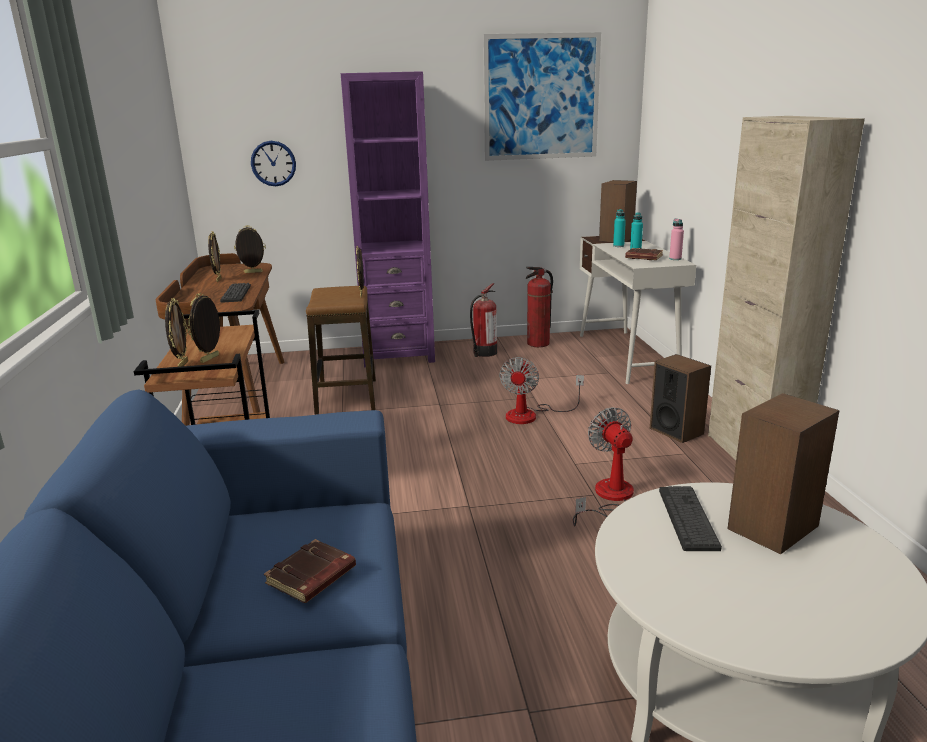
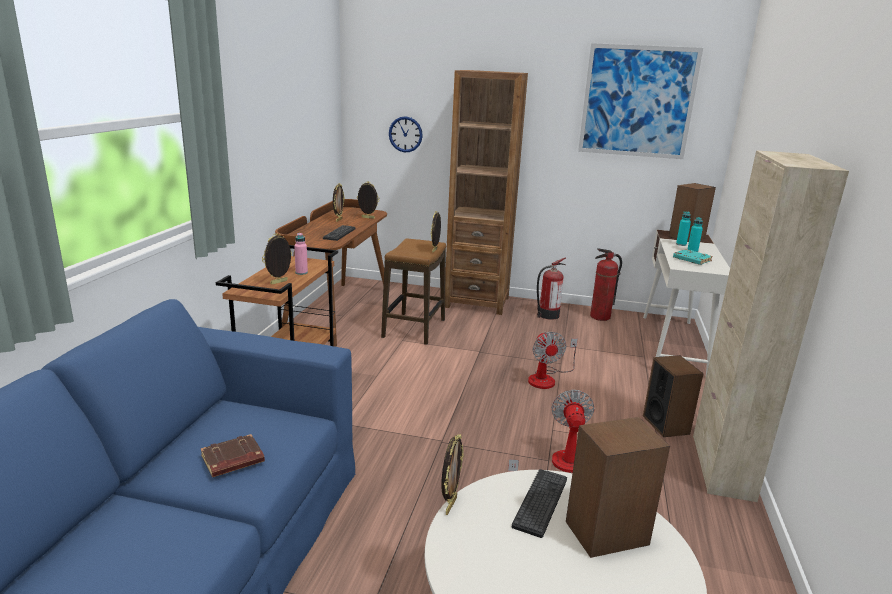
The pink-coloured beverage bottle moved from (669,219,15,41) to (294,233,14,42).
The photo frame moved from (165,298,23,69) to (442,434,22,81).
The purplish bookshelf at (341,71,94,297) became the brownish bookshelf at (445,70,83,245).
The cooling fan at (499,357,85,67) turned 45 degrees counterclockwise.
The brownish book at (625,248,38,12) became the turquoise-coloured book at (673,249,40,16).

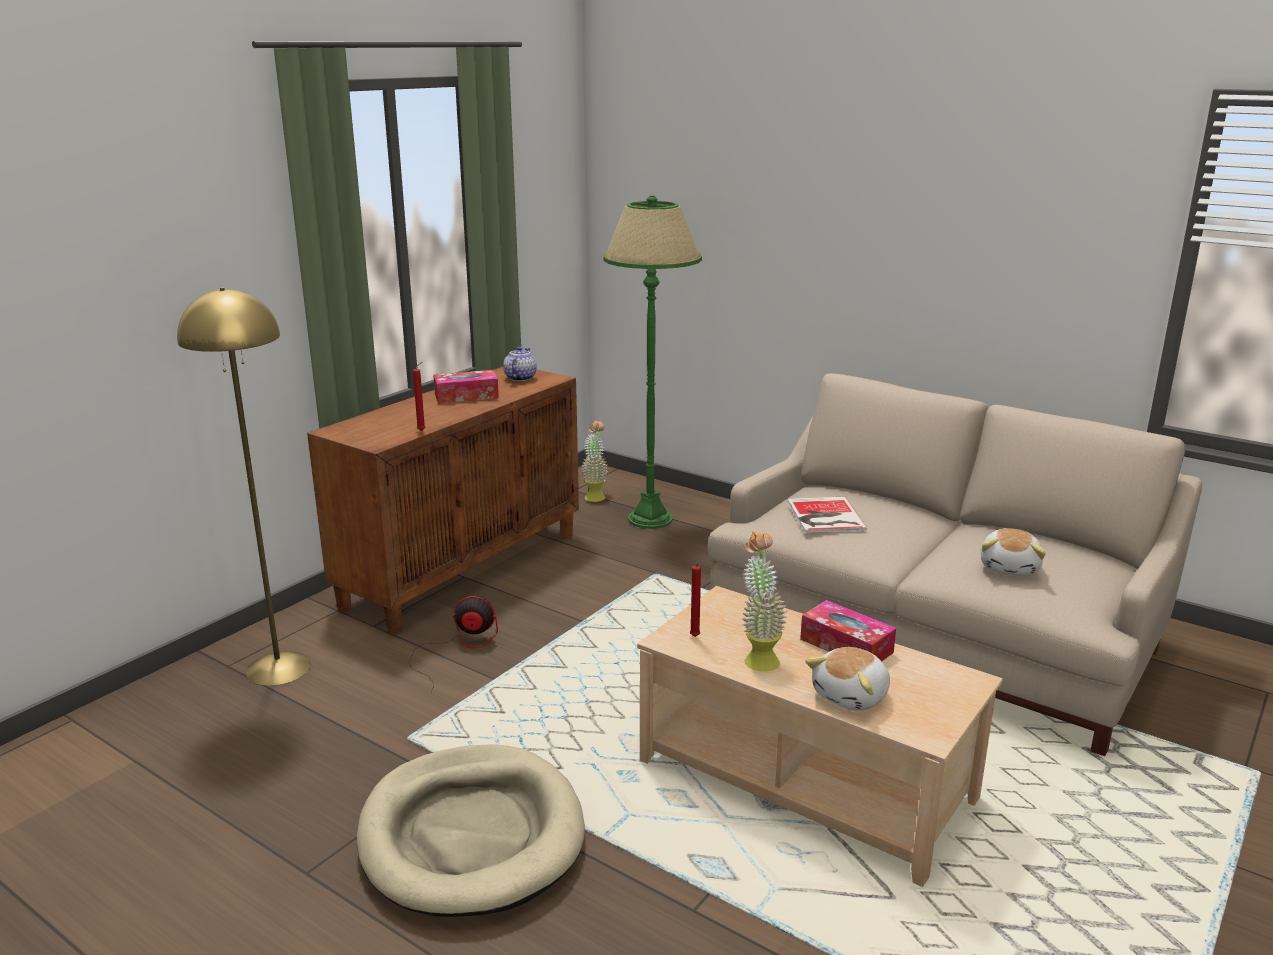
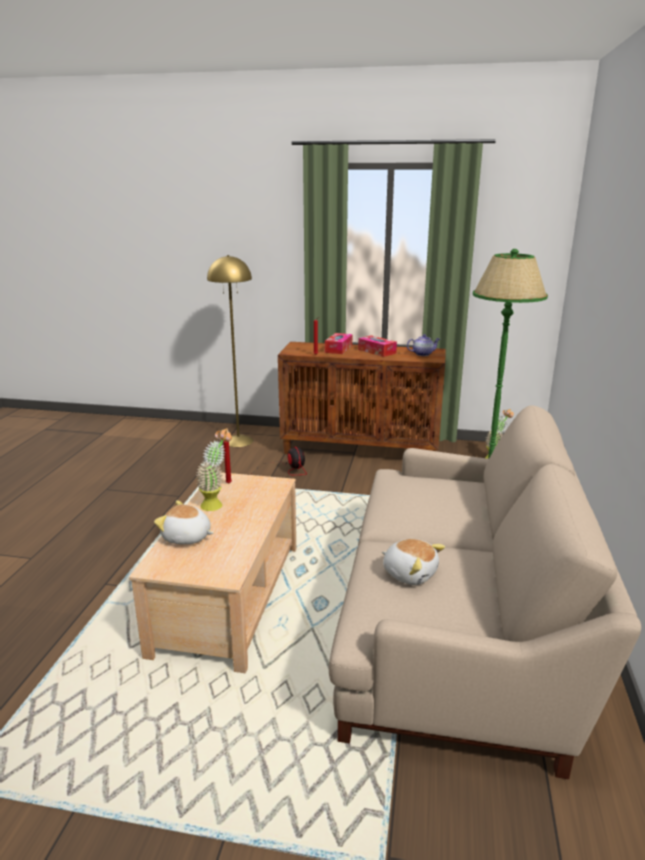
The tissue holder moved from (800,600,96,61) to (325,333,27,21).
The cuddly toy at (981,528,65,48) turned 135 degrees counterclockwise.
The sand-coloured dog bed at (357,744,228,173) disappeared.
The book at (788,497,79,36) disappeared.

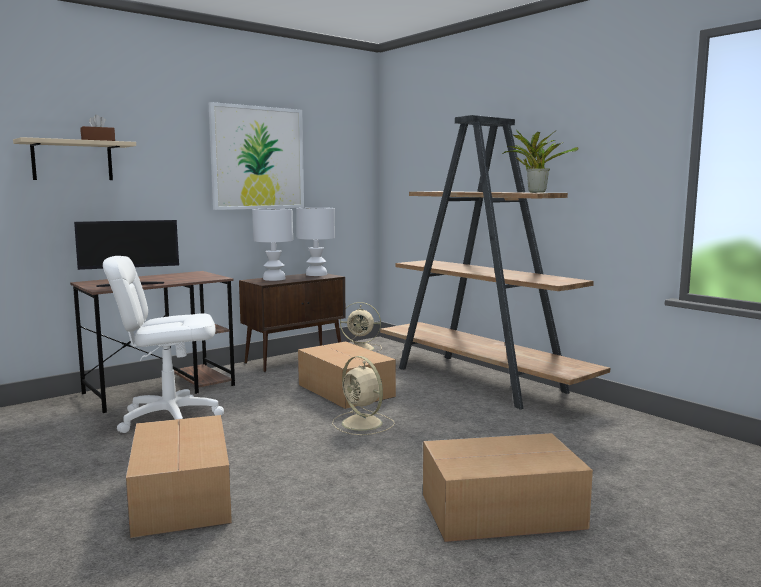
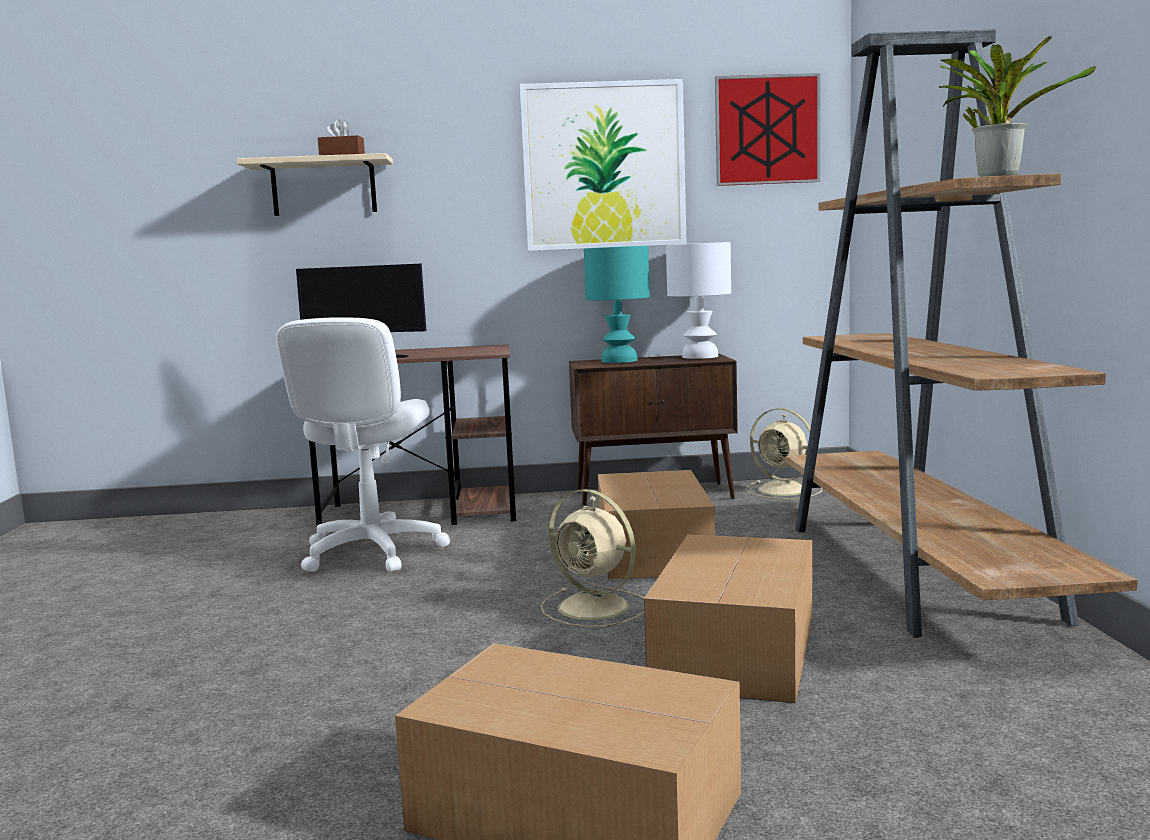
The white computer chair at (103,256,121,177) turned 105 degrees counterclockwise.
The sand-coloured cooling fan at (332,356,63,79) turned 45 degrees counterclockwise.
The white table lamp at (252,209,41,72) became the turquoise-coloured table lamp at (584,246,66,117).
The carton moved from (126,415,106,123) to (644,534,168,169).
The wall art at (715,73,105,113) appeared.

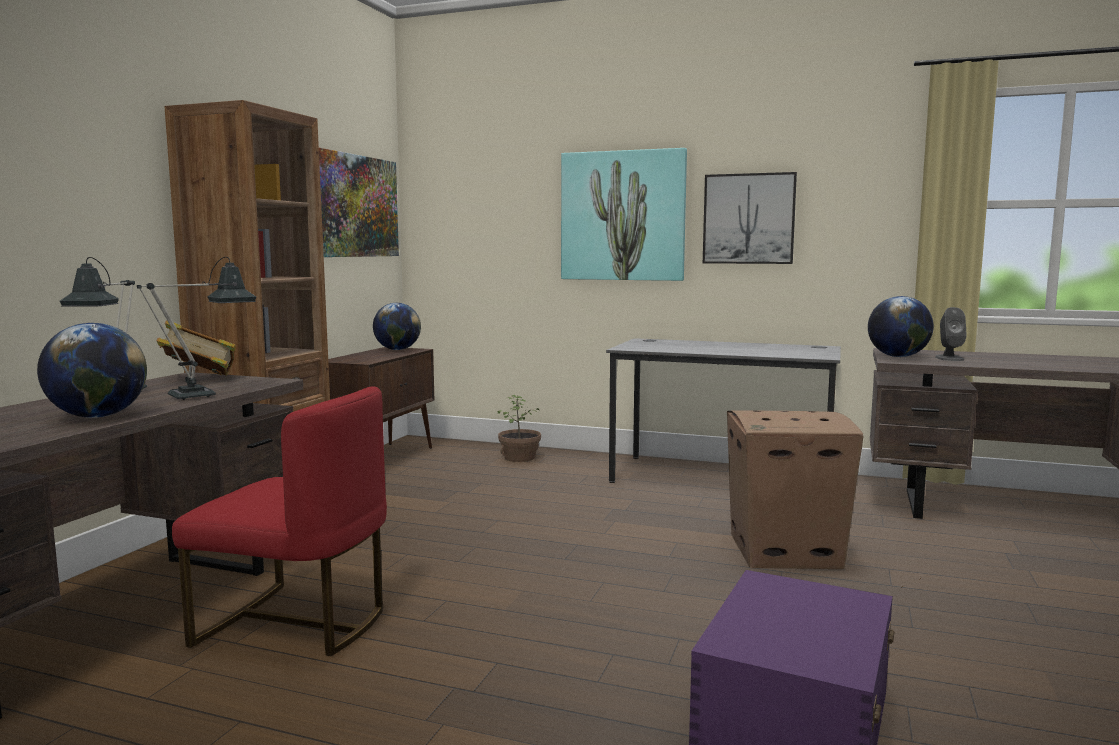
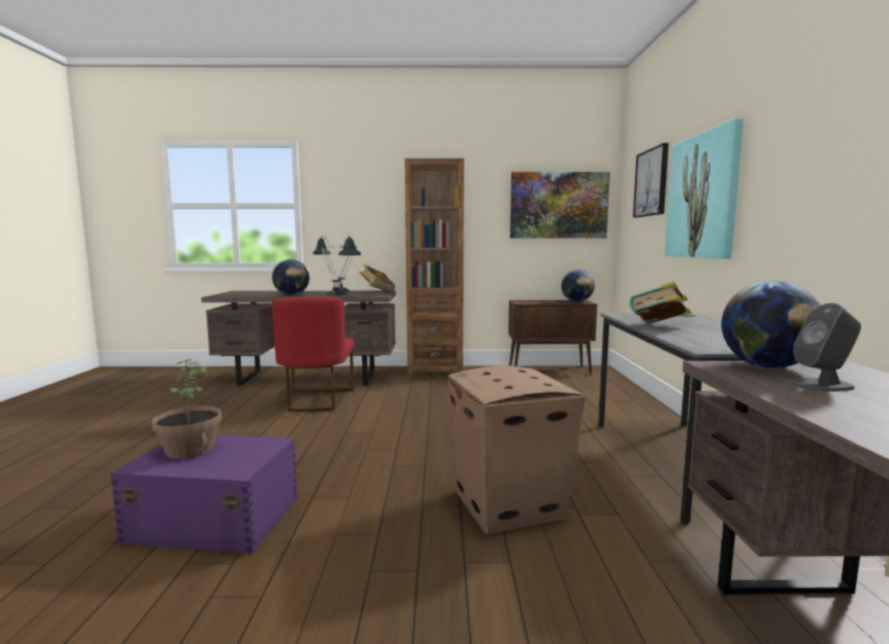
The potted plant moved from (498,395,43,67) to (152,359,70,100).
The book at (630,281,62,43) appeared.
The wall art moved from (703,172,94,92) to (633,143,36,75).

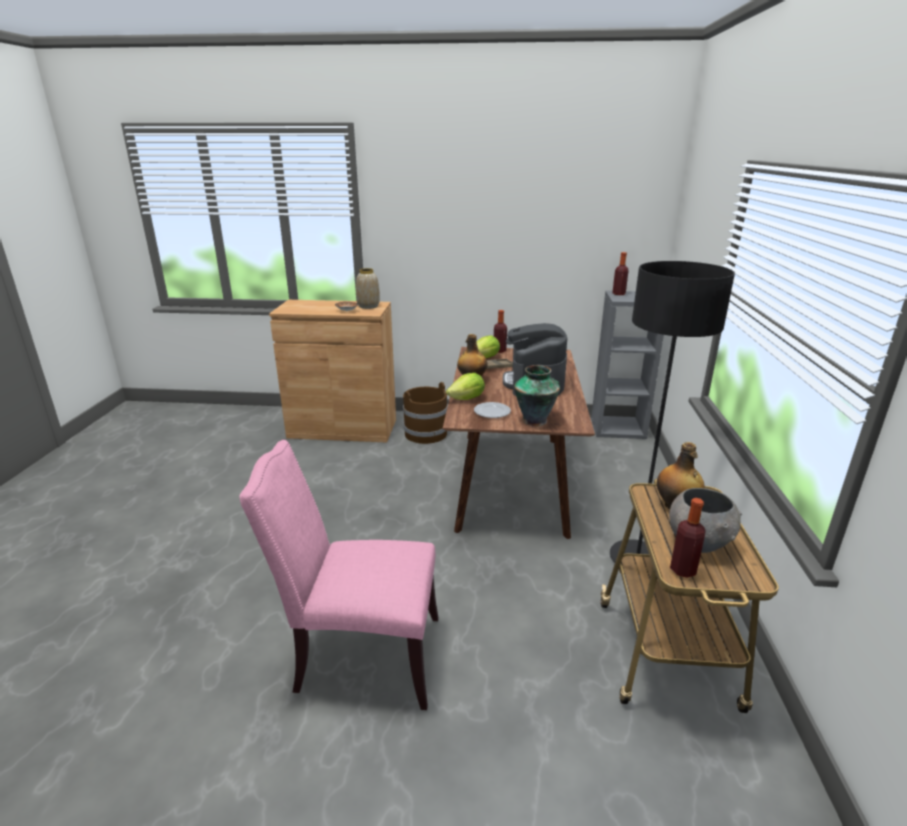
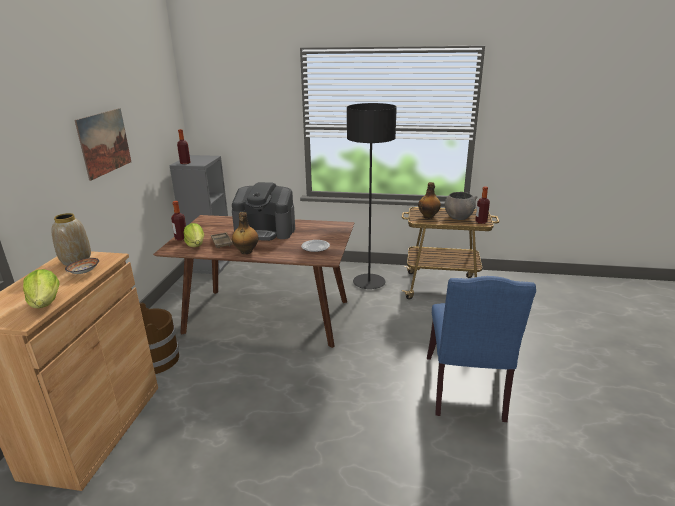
The lettuce head moved from (446,373,39,27) to (23,269,37,39).
The wall art at (74,108,57,73) appeared.
The pink-coloured upright chair at (239,440,200,270) became the bluish upright chair at (427,276,109,146).
The flower vase at (514,365,46,61) disappeared.

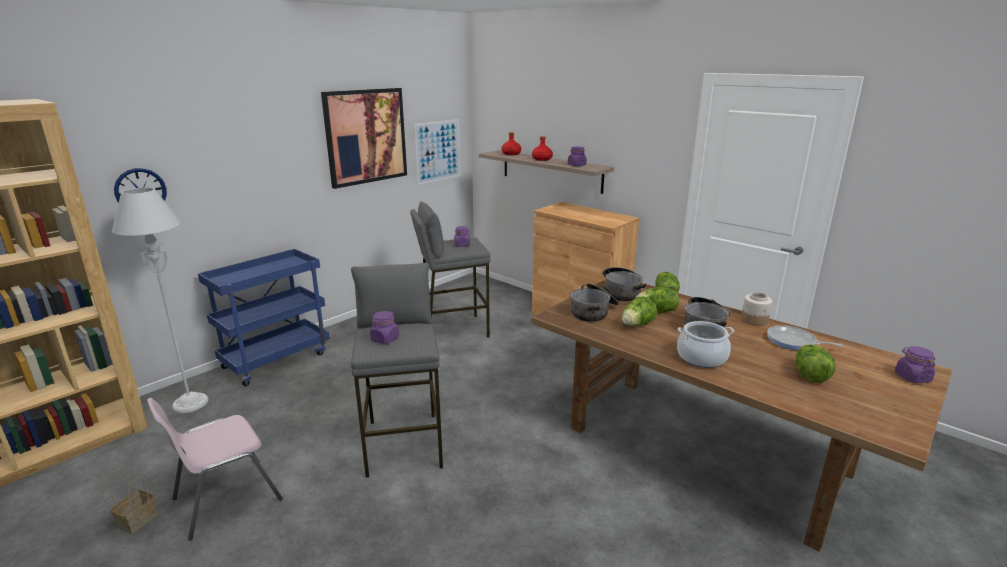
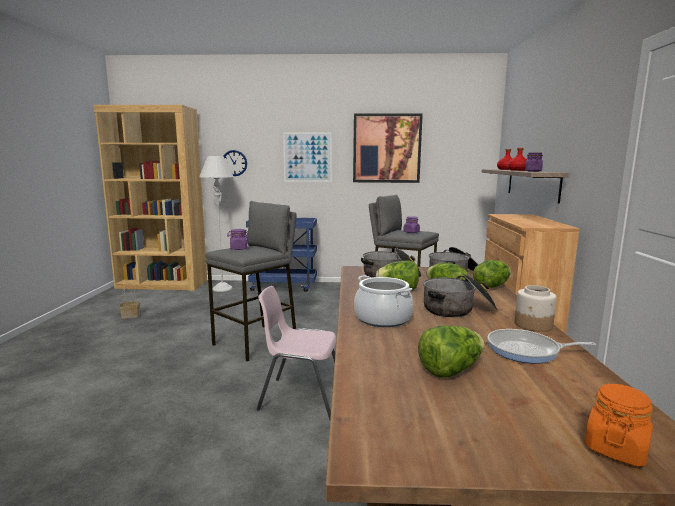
The pink-coloured upright chair moved from (147,398,136,143) to (257,286,79,134).
The wall art moved from (414,119,47,66) to (283,132,49,50).
The skillet at (767,325,77,25) turned 75 degrees counterclockwise.
The purplish preserve jar at (895,346,40,37) became the orange preserve jar at (585,384,68,83).

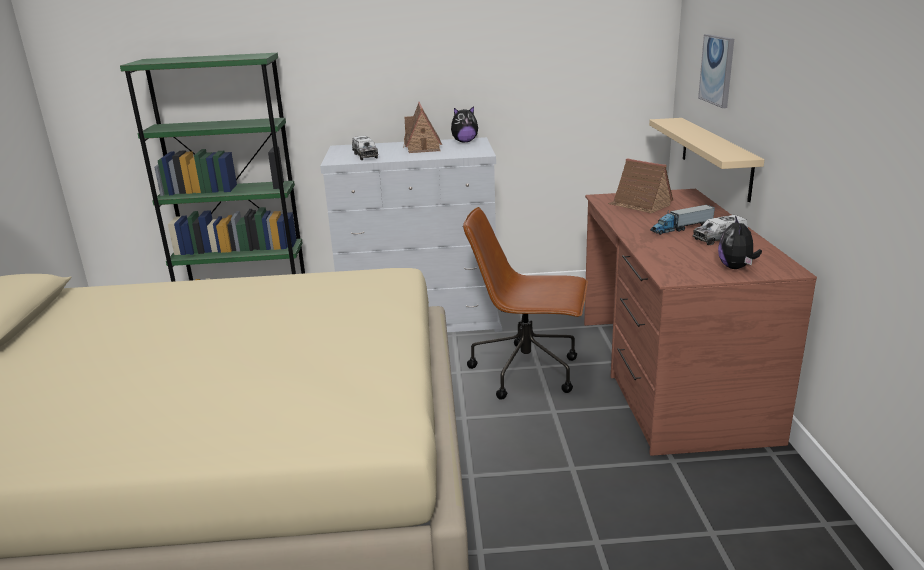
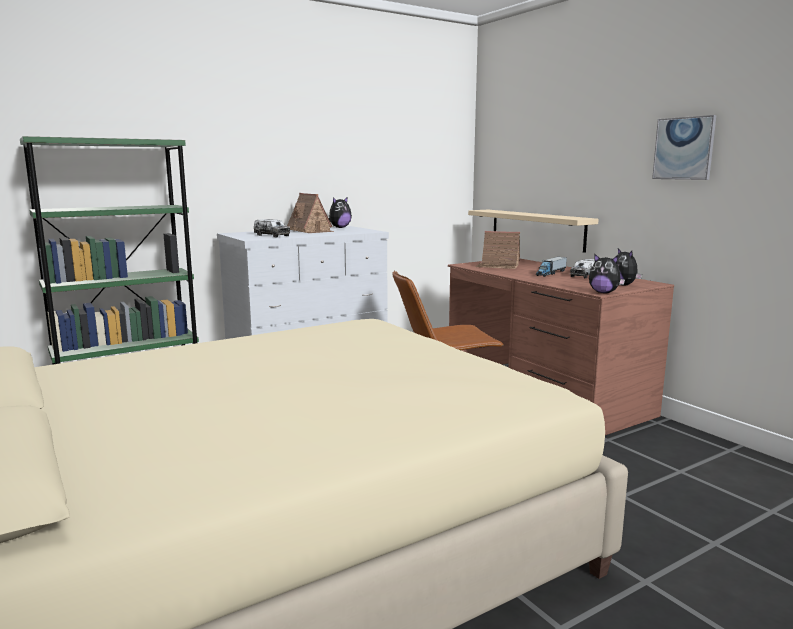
The cuddly toy at (589,254,36,39) appeared.
The wall art moved from (698,34,36,74) to (652,115,64,65).

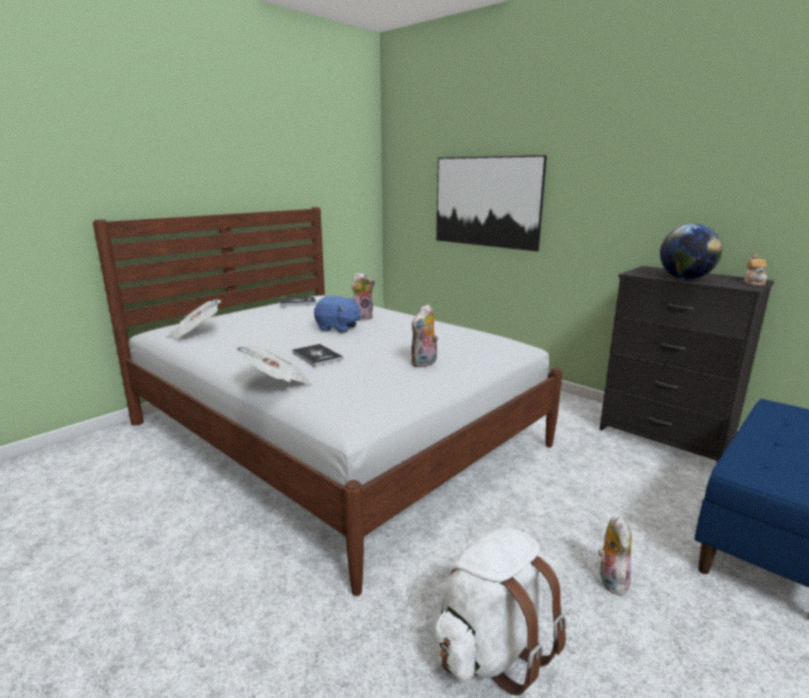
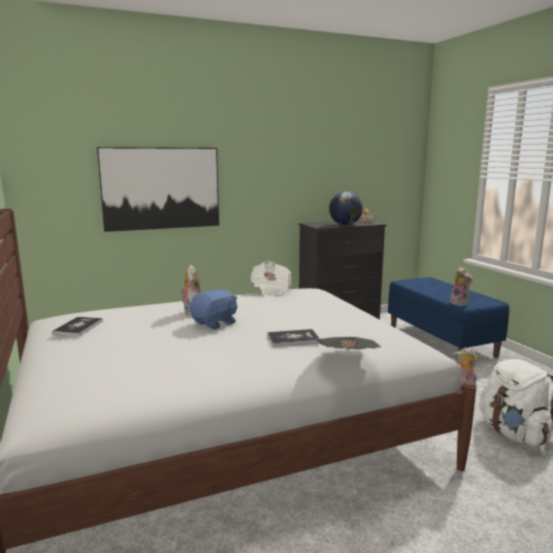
The newspaper moved from (165,299,56,39) to (250,261,41,36).
The cuddly toy moved from (411,304,27,64) to (449,267,24,39).

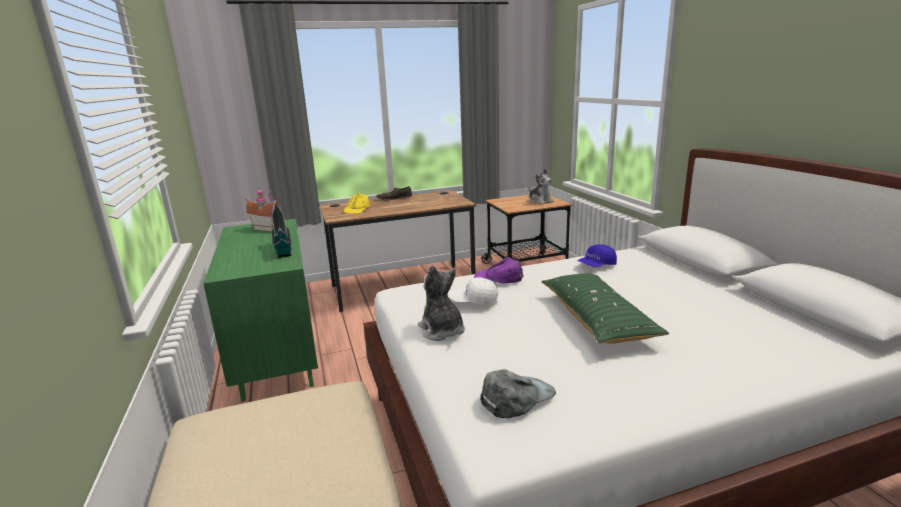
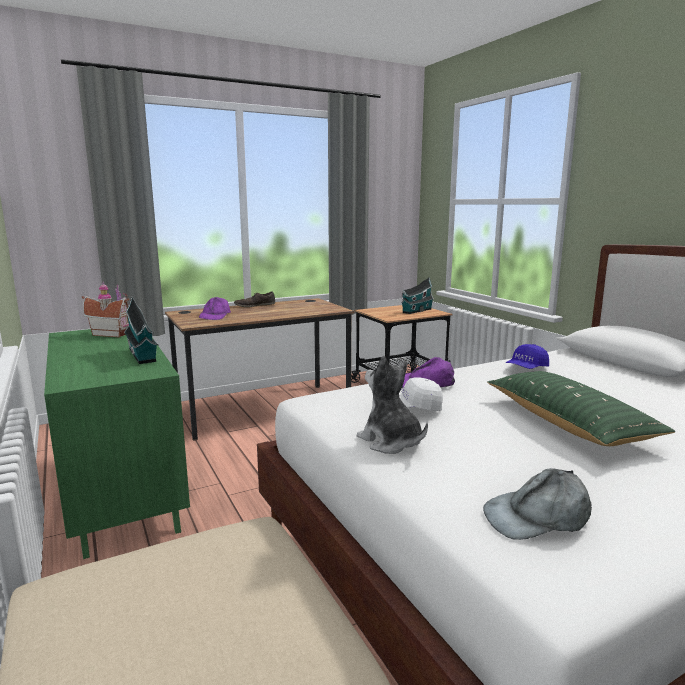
The yellow-coloured cap at (343,193,27,21) became the purplish cap at (199,297,32,23).
The cuddly toy at (529,169,25,35) was replaced by the toy house at (401,277,33,37).
The gray cap at (480,369,76,49) turned 150 degrees counterclockwise.

